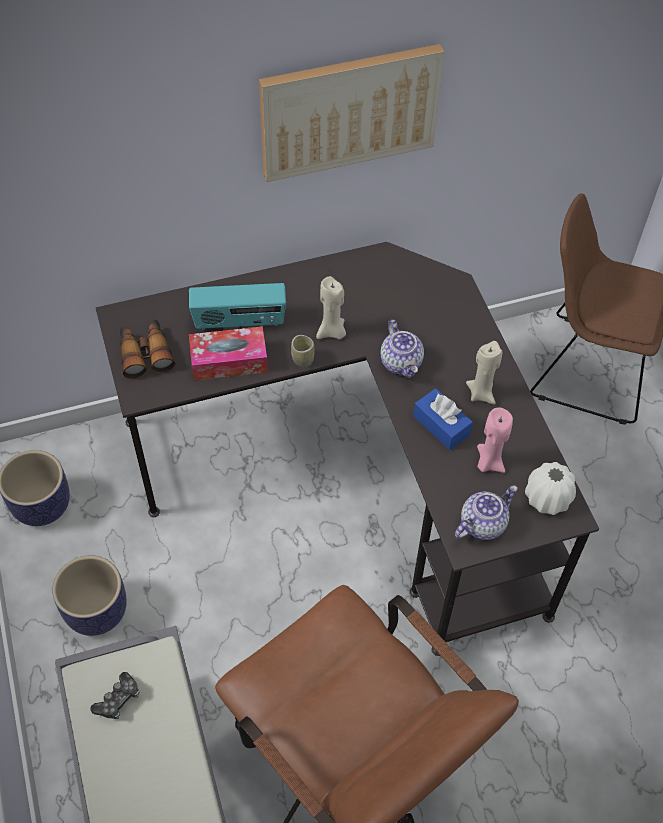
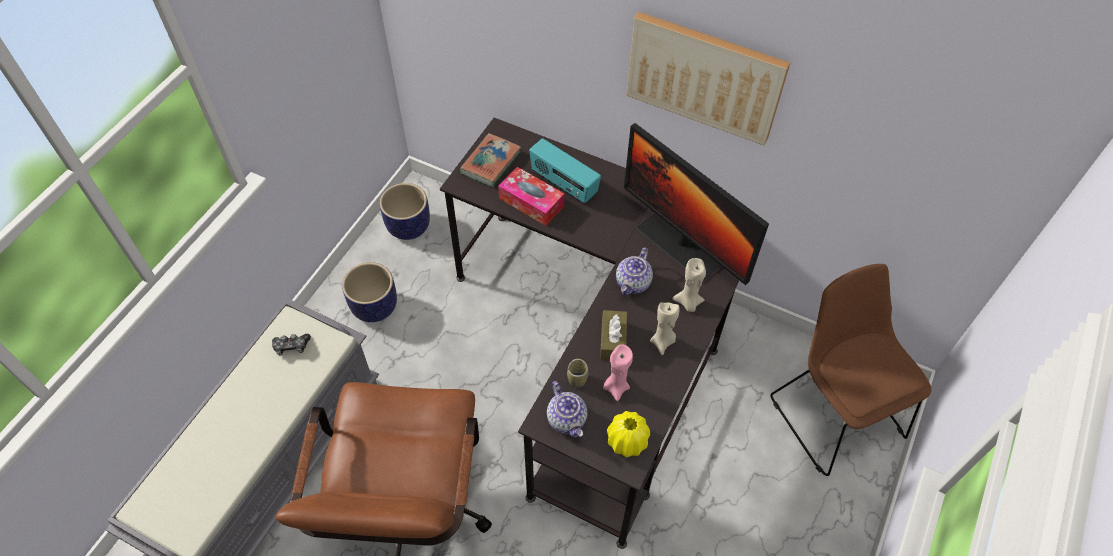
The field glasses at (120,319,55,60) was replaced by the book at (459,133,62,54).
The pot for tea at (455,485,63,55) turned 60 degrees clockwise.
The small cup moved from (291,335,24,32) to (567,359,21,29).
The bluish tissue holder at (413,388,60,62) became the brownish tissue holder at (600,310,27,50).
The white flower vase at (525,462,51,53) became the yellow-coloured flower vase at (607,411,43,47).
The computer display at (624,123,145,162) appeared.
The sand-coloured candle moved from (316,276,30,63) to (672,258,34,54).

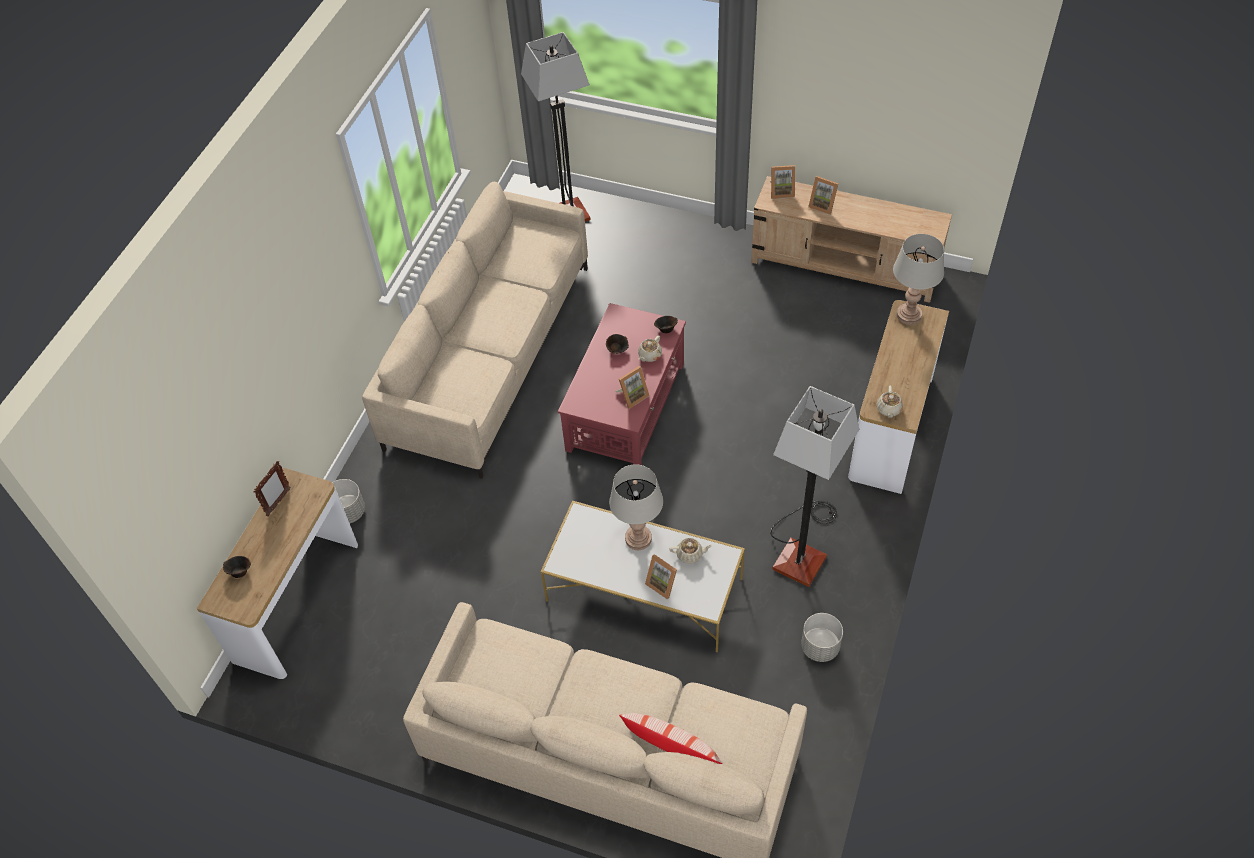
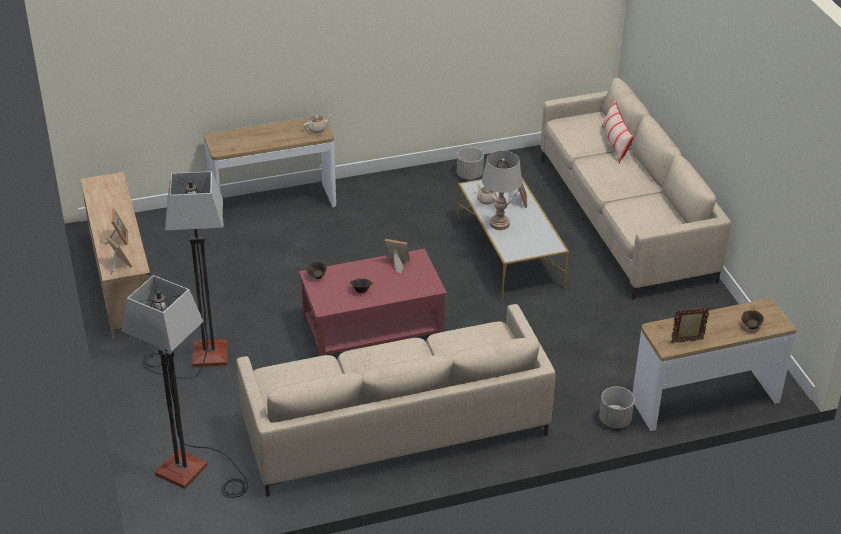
The standard lamp moved from (770,386,89,201) to (142,171,85,208).
The sand-coloured pot for tea at (638,335,24,27) disappeared.
The gray table lamp at (893,234,51,91) disappeared.

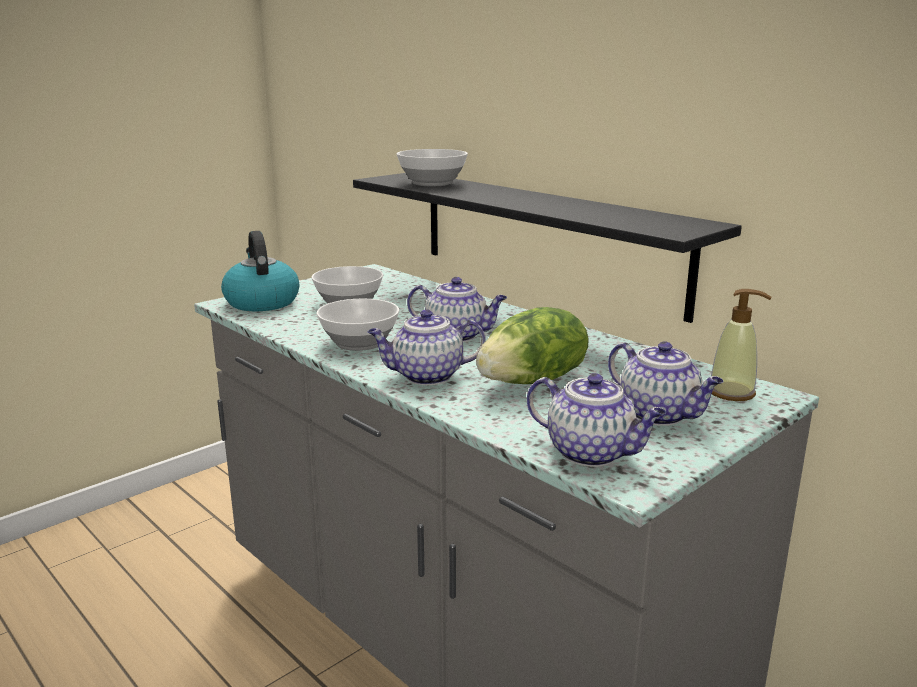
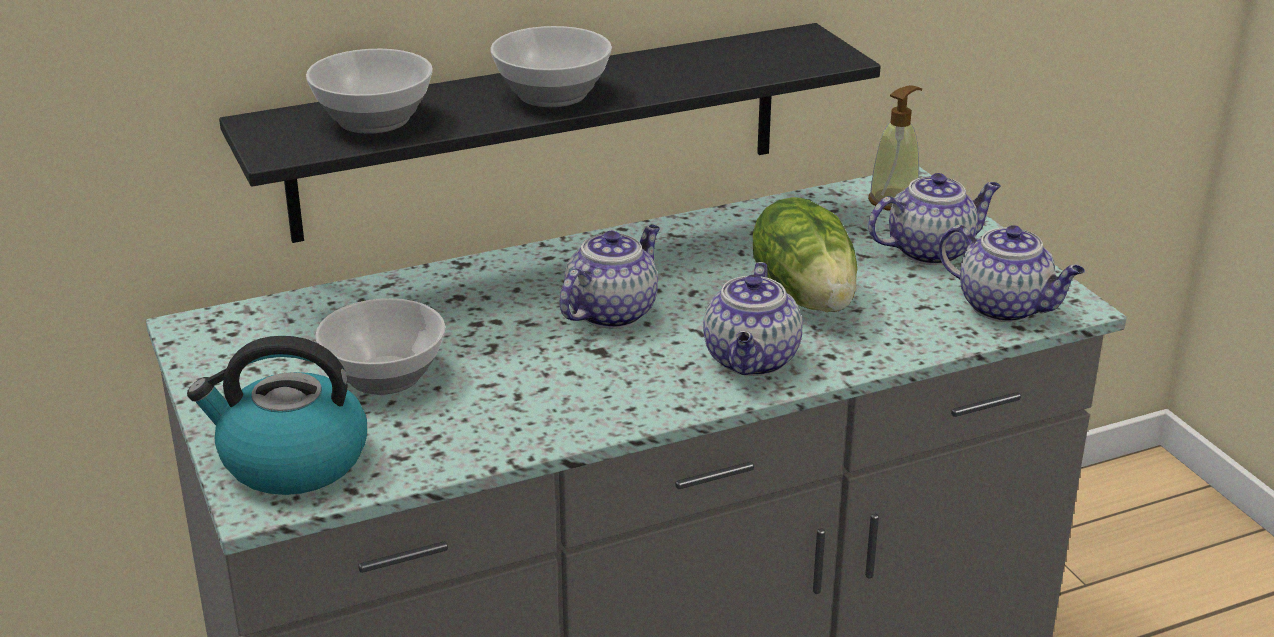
The bowl moved from (316,299,83,52) to (490,26,122,81).
The pot for tea at (527,373,139,94) turned 75 degrees clockwise.

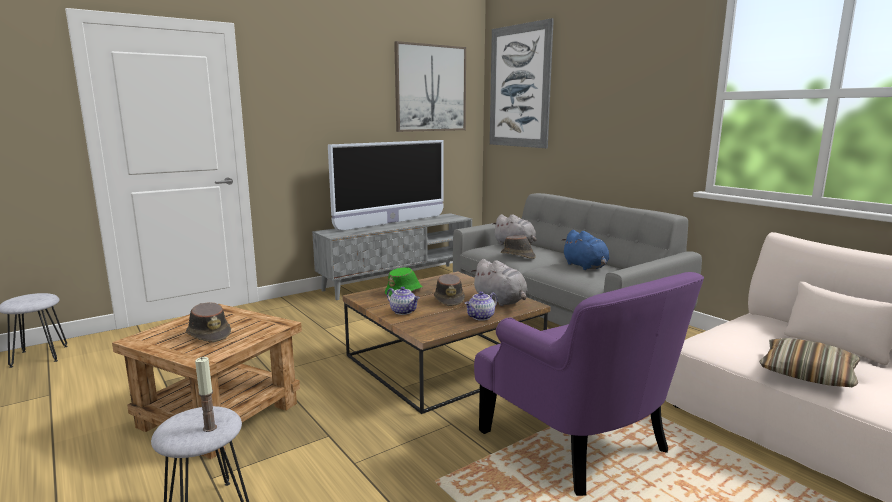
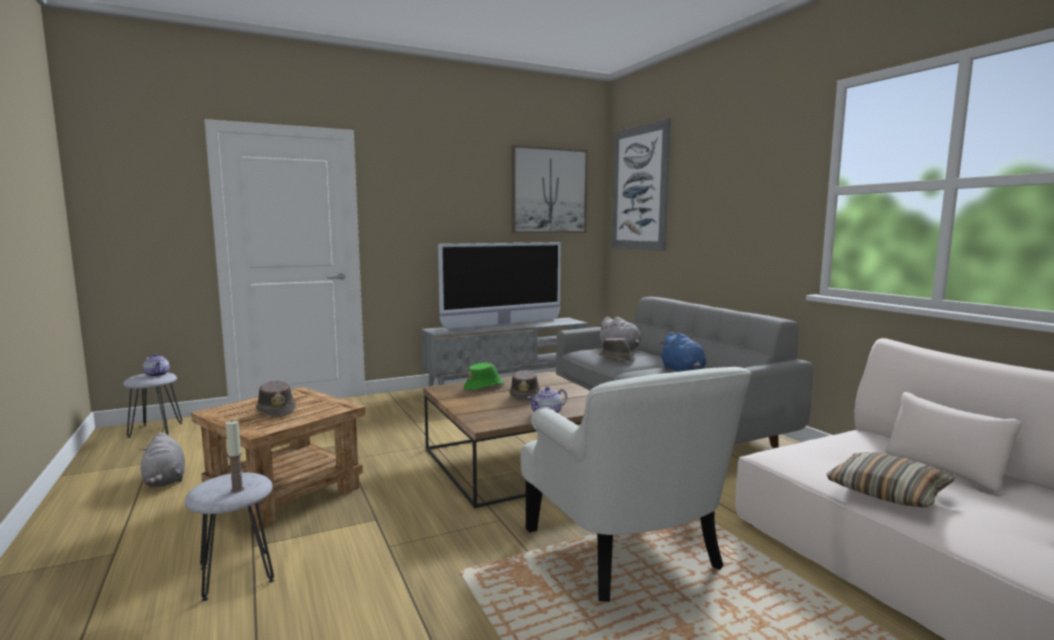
The gray cuddly toy moved from (471,259,56,47) to (139,432,46,56).
The pot for tea moved from (387,287,33,28) to (143,354,26,23).
The purplish lounge chair at (474,272,230,224) became the white lounge chair at (521,367,231,235).

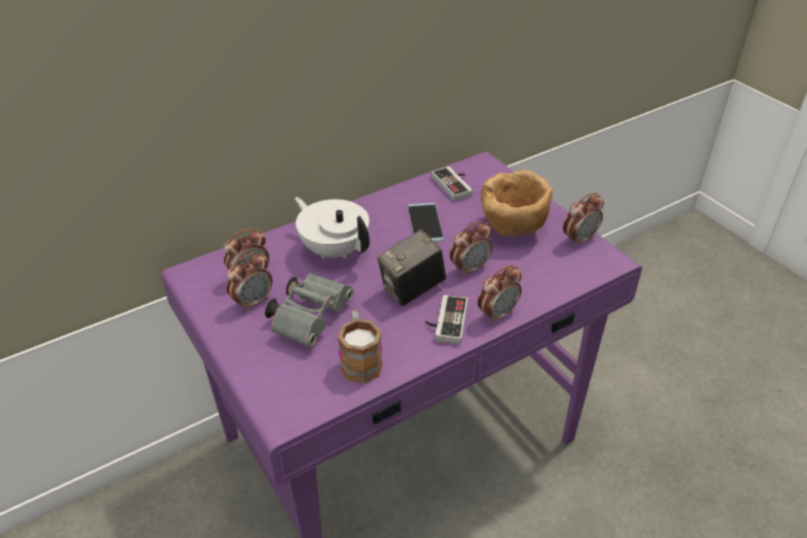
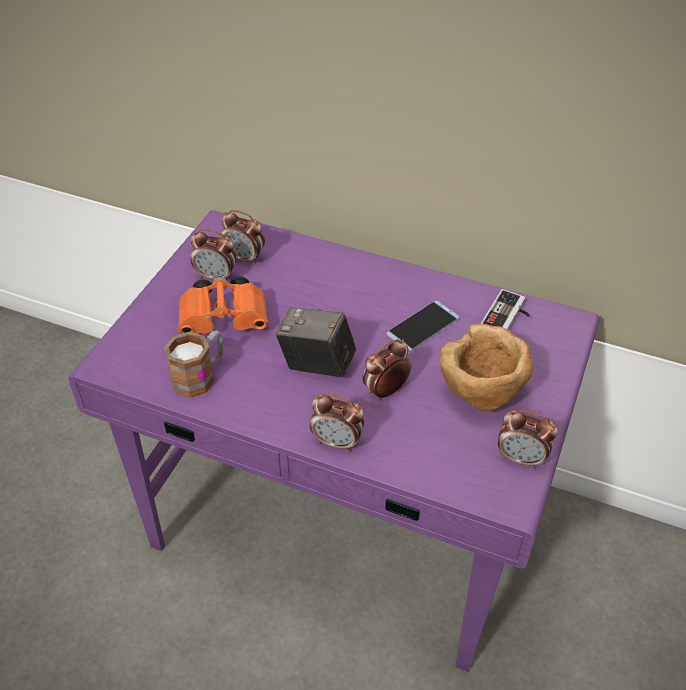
The gray field glasses at (265,273,89,75) became the orange field glasses at (178,276,90,58).
The bedside clock at (450,221,42,56) turned 120 degrees clockwise.
The white pot for tea at (295,197,75,62) disappeared.
The gamepad at (425,295,43,49) disappeared.

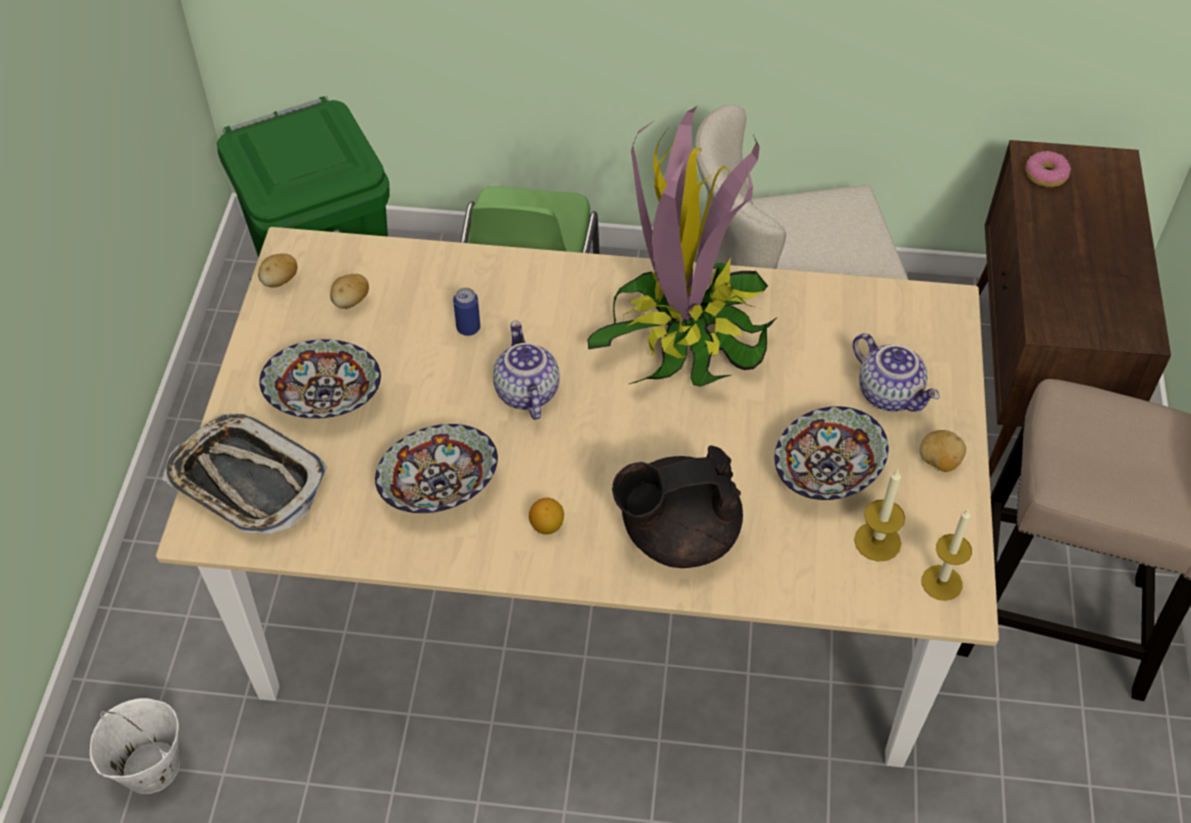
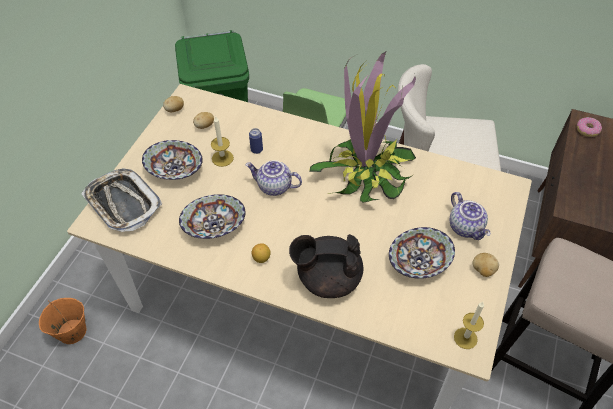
The white pail at (90,698,90,96) became the orange pail at (39,298,48,46).
The candle moved from (854,470,51,91) to (211,117,23,50).
The pot for tea at (493,321,67,99) turned 75 degrees counterclockwise.

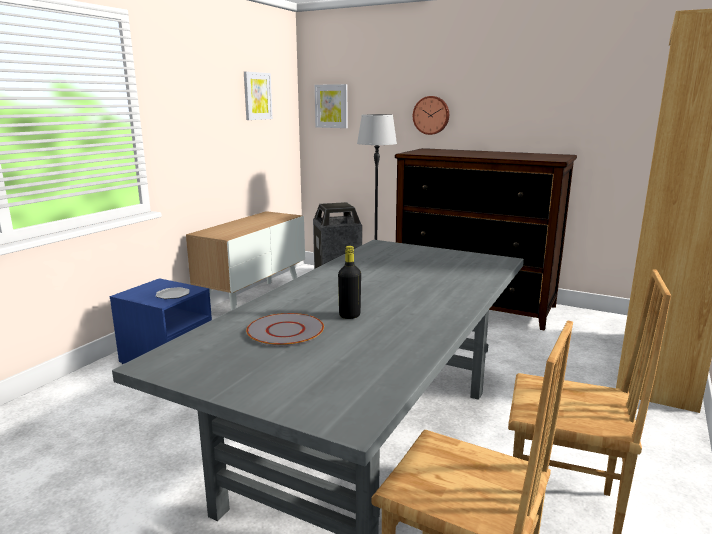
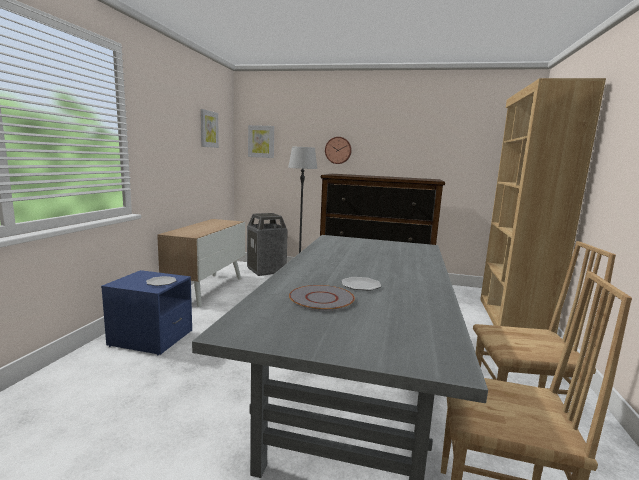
The black-coloured beverage bottle at (338,246,23,73) was replaced by the dinner plate at (342,277,39,14).

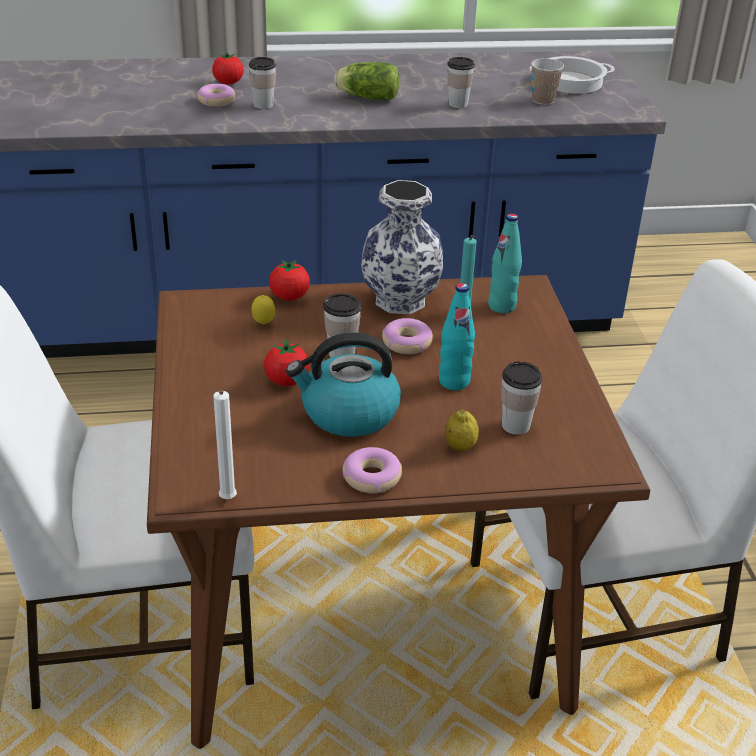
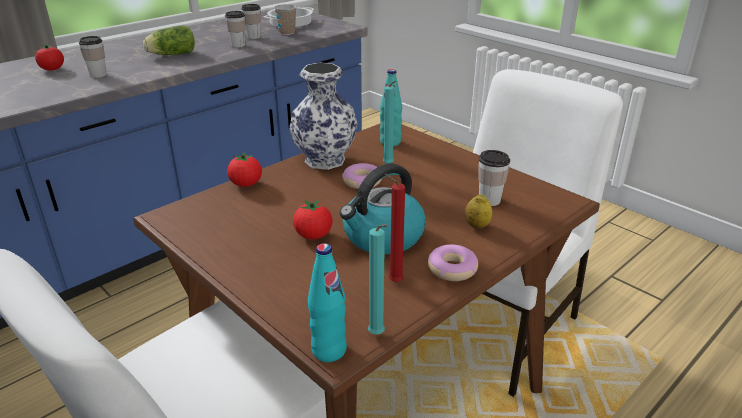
The small cup moved from (323,293,38,64) to (241,4,20,35).
The turquoise-coloured beverage bottle moved from (439,283,36,107) to (308,243,39,119).
The white candle at (213,390,24,109) became the turquoise-coloured candle at (368,224,20,111).
The reddish candle at (385,174,20,108) appeared.
The ring doughnut at (197,84,38,23) disappeared.
The citrus fruit at (252,295,23,30) disappeared.

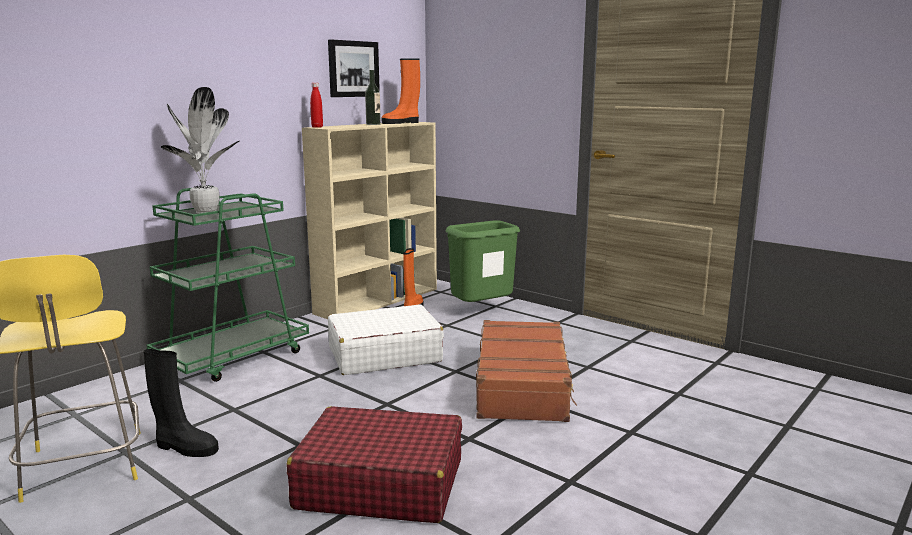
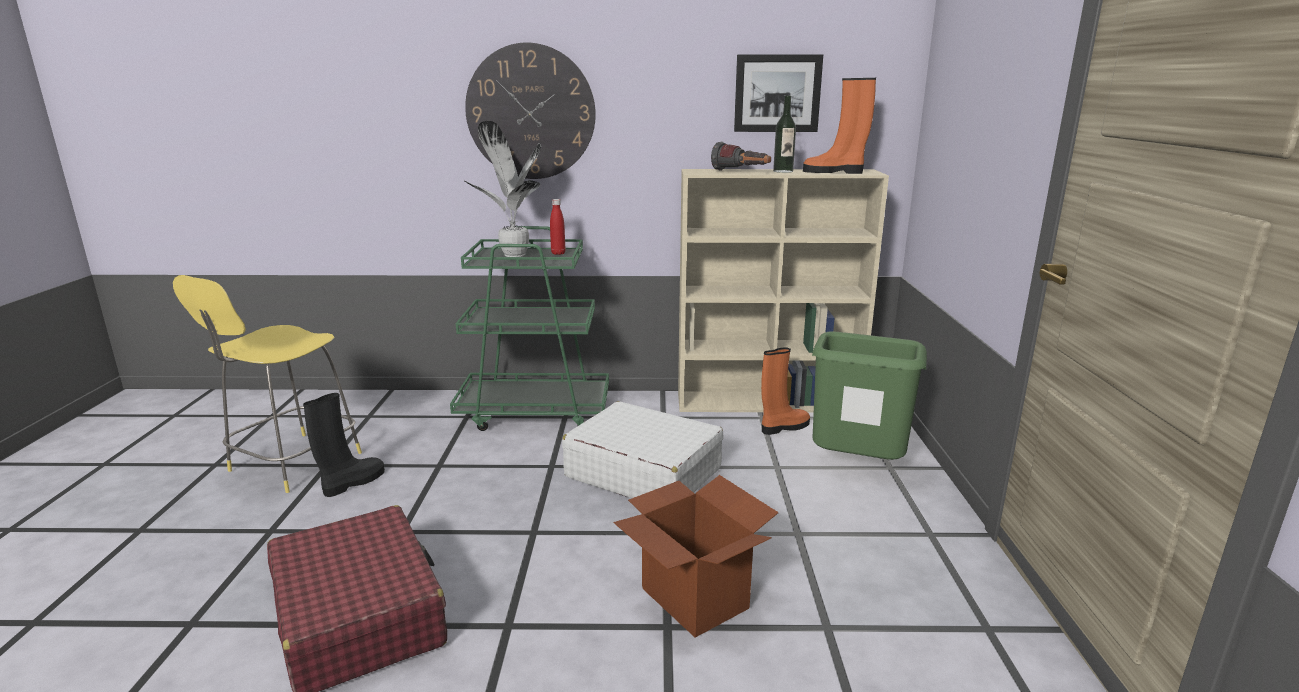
The black-coloured high-top boot at (143,349,76,108) turned 120 degrees counterclockwise.
The hanging clock at (465,43,131,136) appeared.
The reddish beverage bottle moved from (310,83,13,45) to (550,199,16,56).
The brownish travel case at (476,320,101,102) was replaced by the carton at (614,475,165,163).
The hand torch at (711,142,60,29) appeared.

